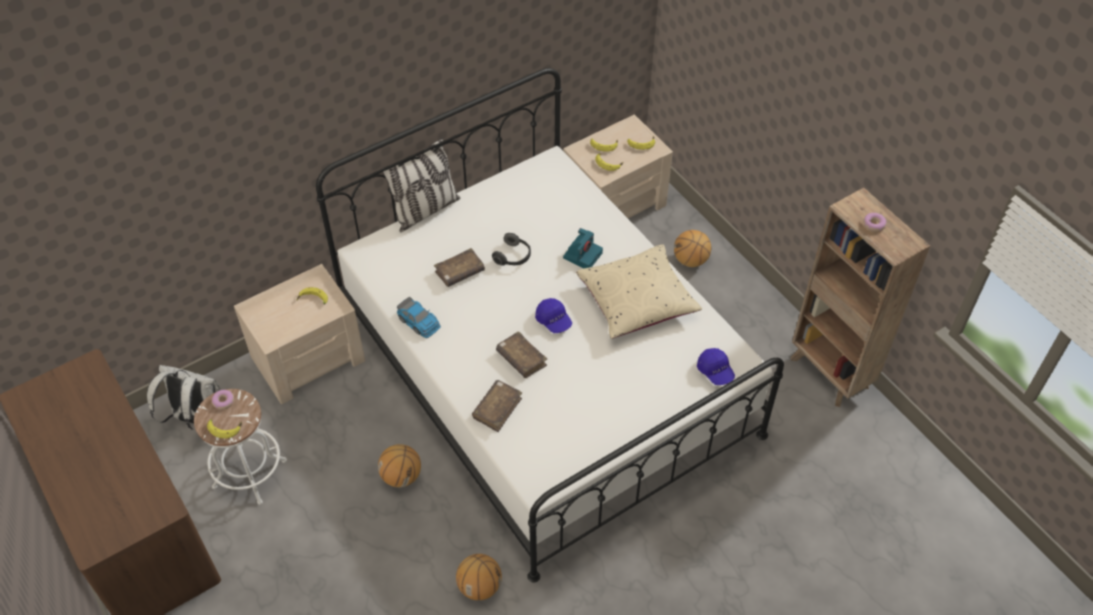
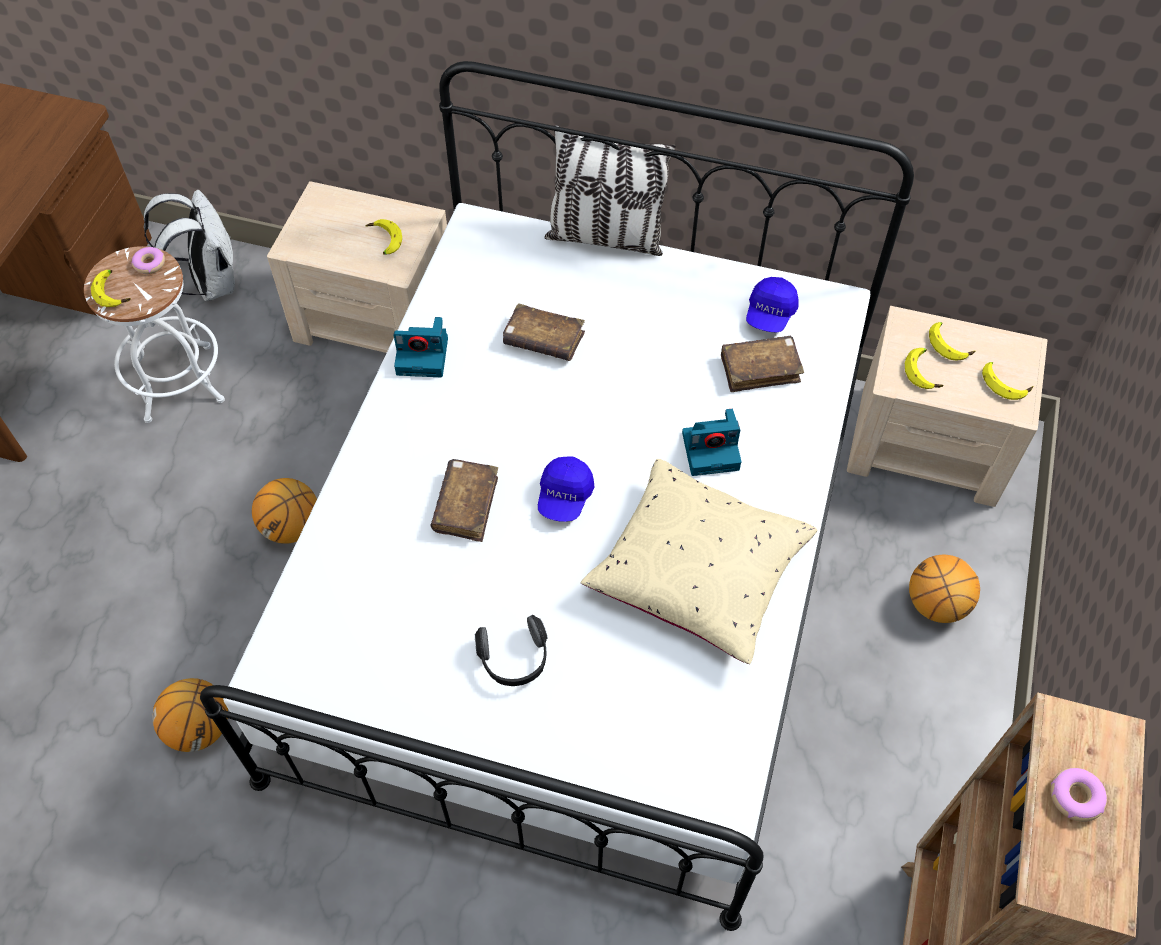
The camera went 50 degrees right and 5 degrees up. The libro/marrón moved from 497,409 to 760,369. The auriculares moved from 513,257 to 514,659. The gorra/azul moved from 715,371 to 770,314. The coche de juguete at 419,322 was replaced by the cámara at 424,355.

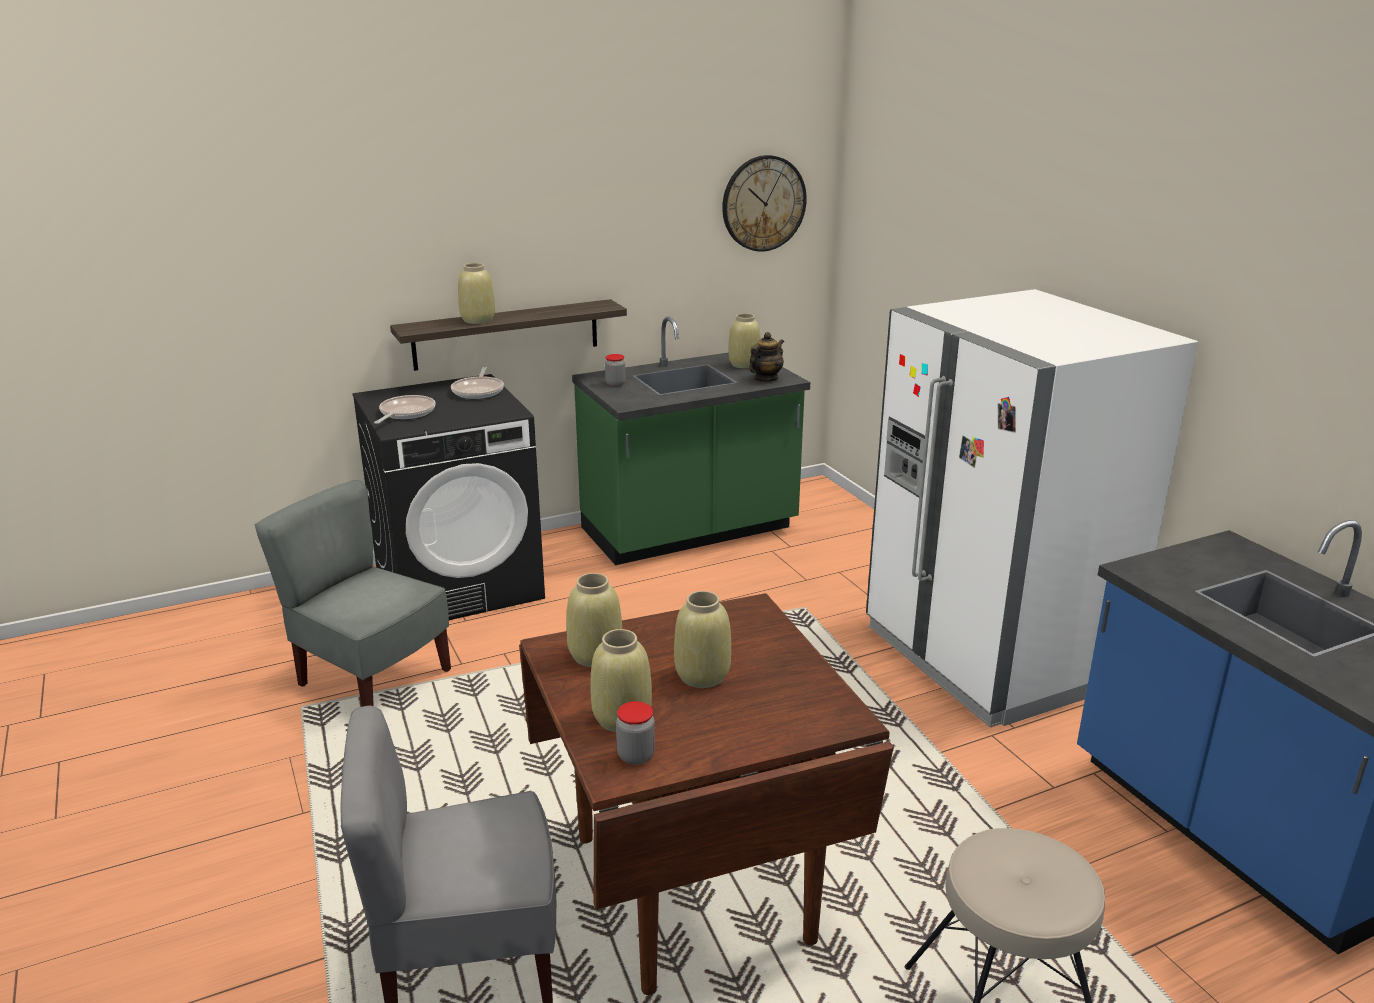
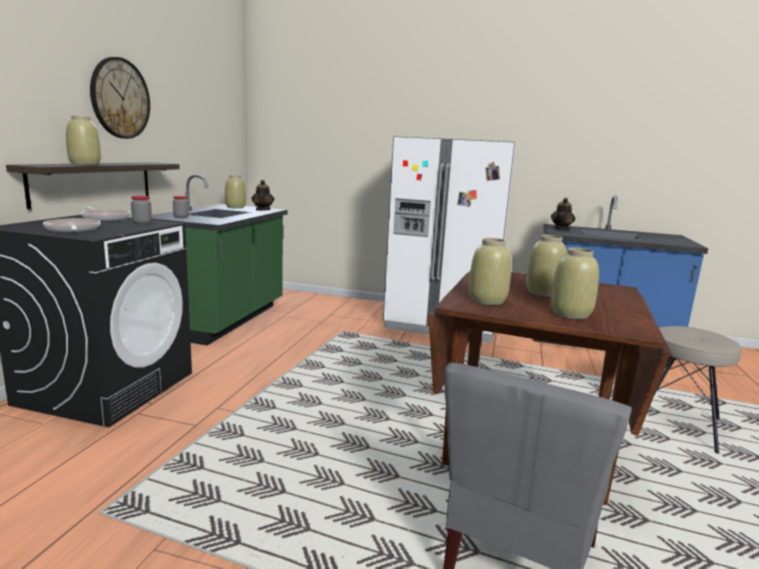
The camera went 50 degrees left and 10 degrees down. The silla/gris at 372,679 disappeared. The tetera at 561,229 appeared. The tarro moved from 636,756 to 142,223. The reloj de pared moved from 763,203 to 120,98.

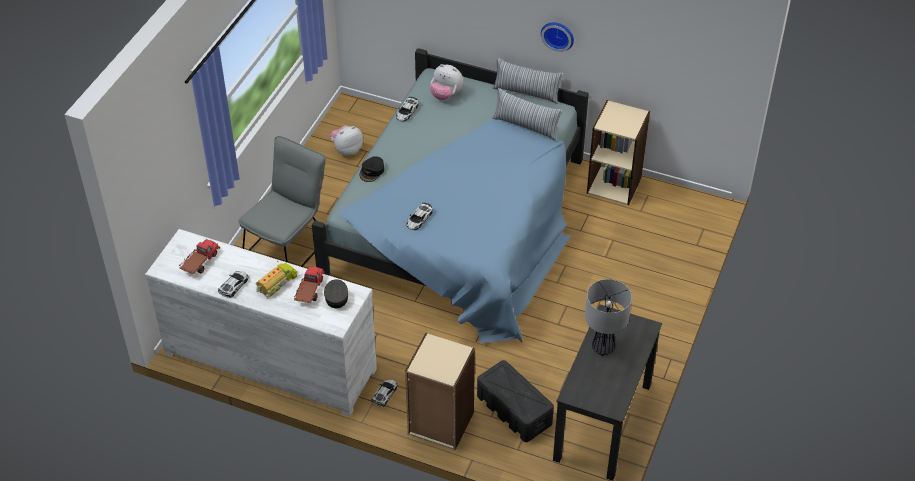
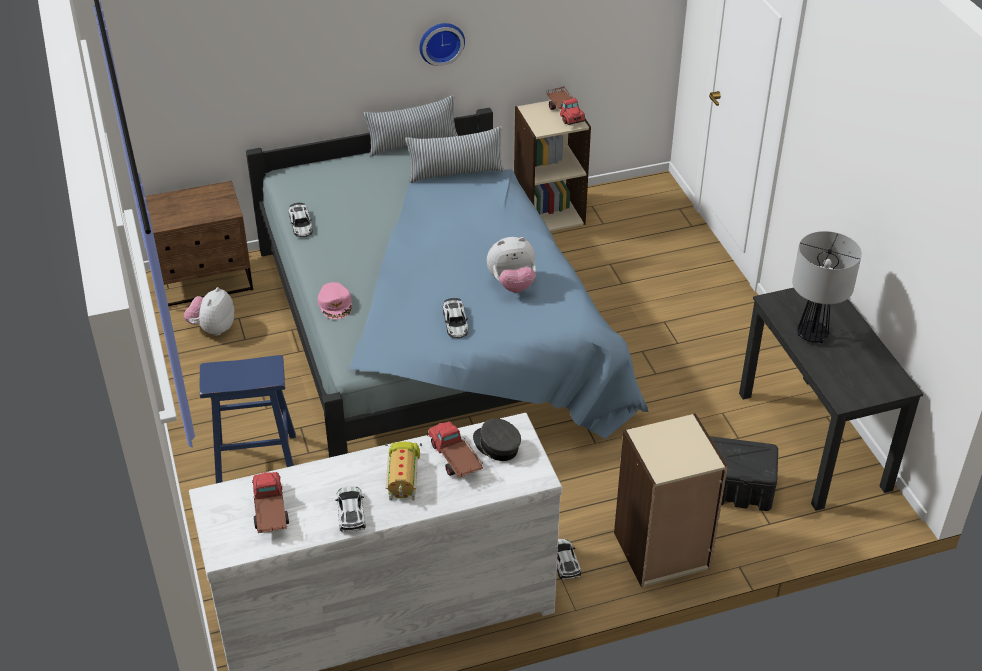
The camera went 40 degrees left and 5 degrees down. The mesita de noche/marrón at 203,282 appeared. The camión de juguete at 565,112 appeared. The peluche moved from 446,95 to 512,284. The silla/gris at 289,244 was replaced by the taburete/azul at 257,467. The gorra/negro at 372,171 became the gorra/rosa at 335,304.

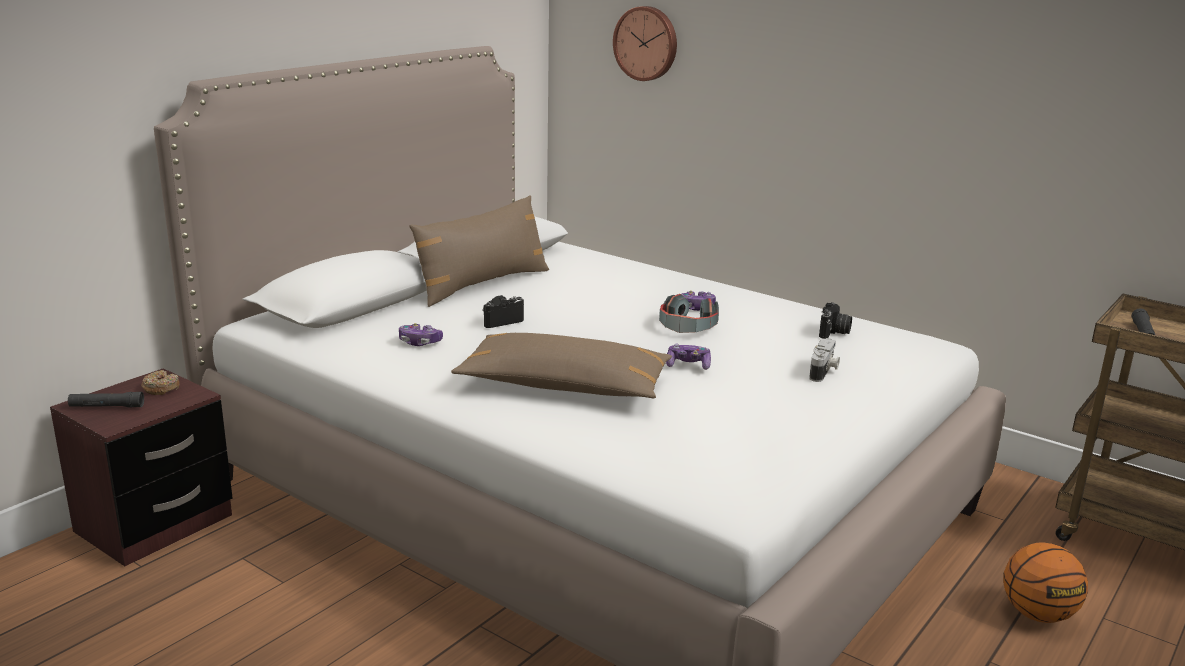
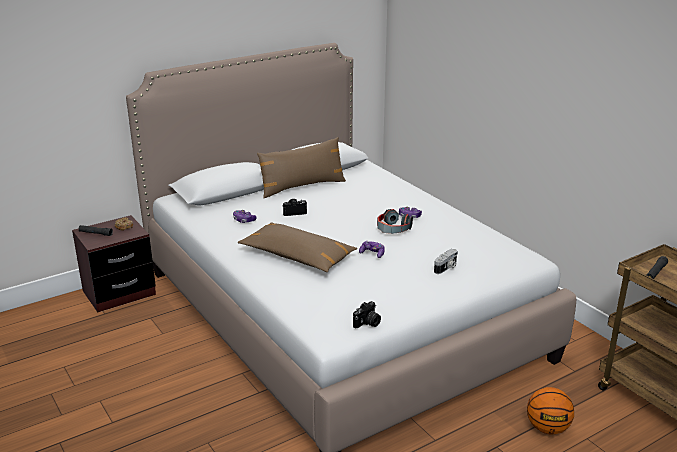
The camera went 20 degrees right and 5 degrees up. The reloj de pared at 646,43 disappeared. The cámara moved from 834,332 to 367,323.

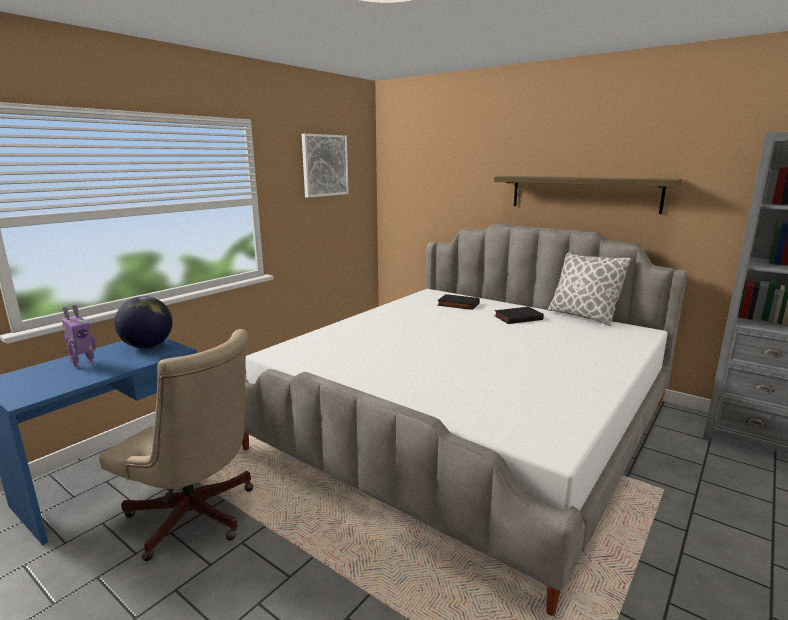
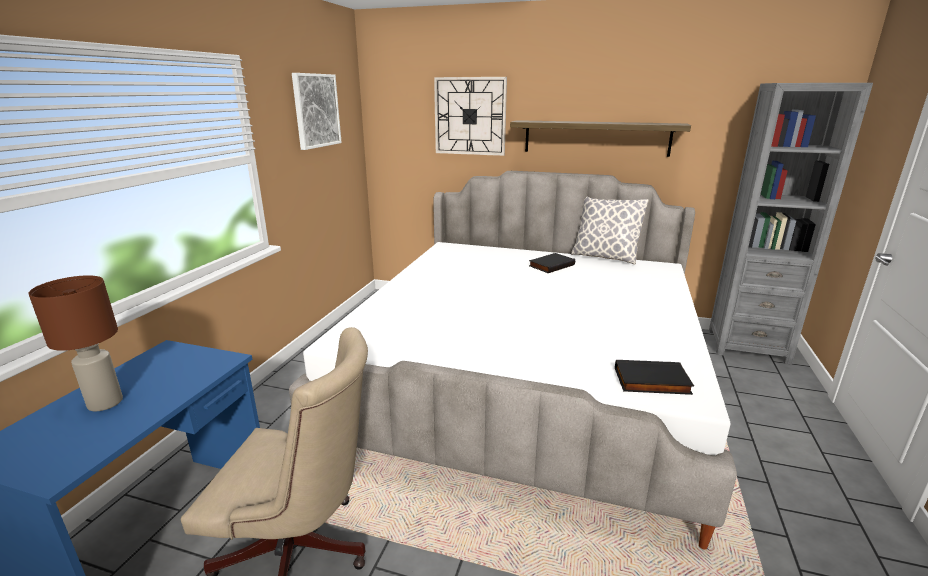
The camera went 20 degrees left and 5 degrees up. The globo terráqueo at 148,346 disappeared. The reloj de pared at 470,116 appeared. The libro/negro moved from 457,305 to 651,382. The robot de juguete at 83,364 was replaced by the lámpara de mesa/marrón at 105,402.

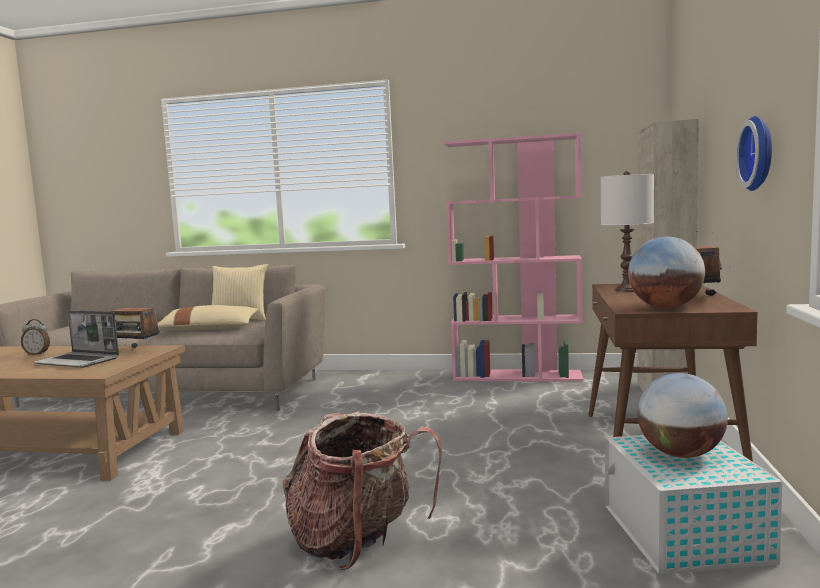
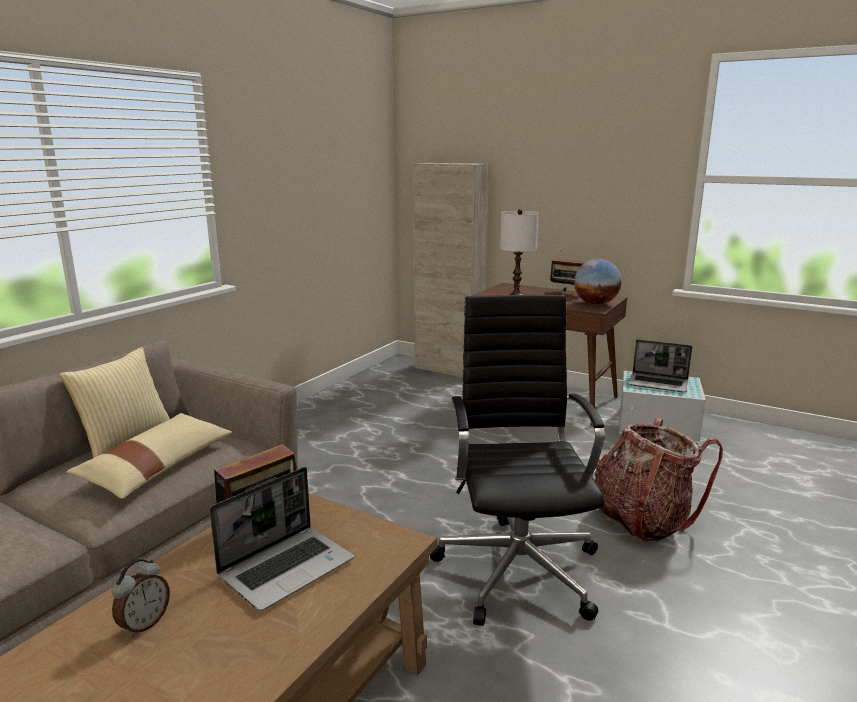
The camera went 70 degrees left and 10 degrees up. The estantería/rosa at 518,376 disappeared. The reloj de pared at 760,153 disappeared. The silla de oficina/negro at 518,567 appeared. The globo terráqueo at 681,454 was replaced by the portátil at 658,384.

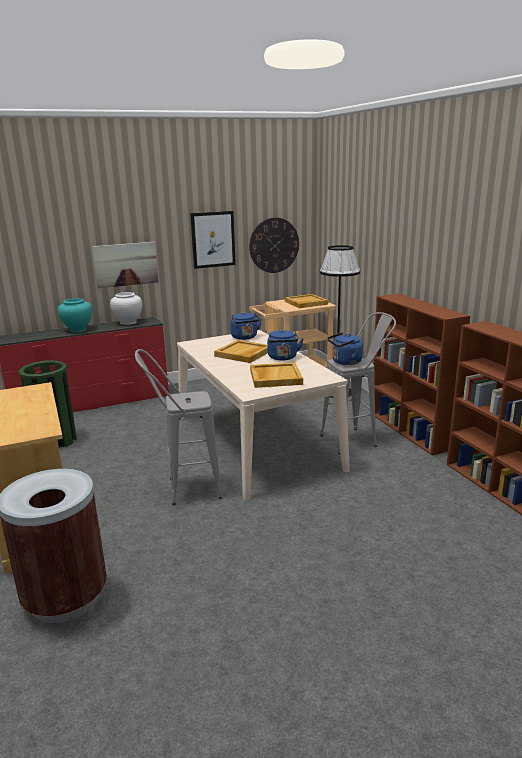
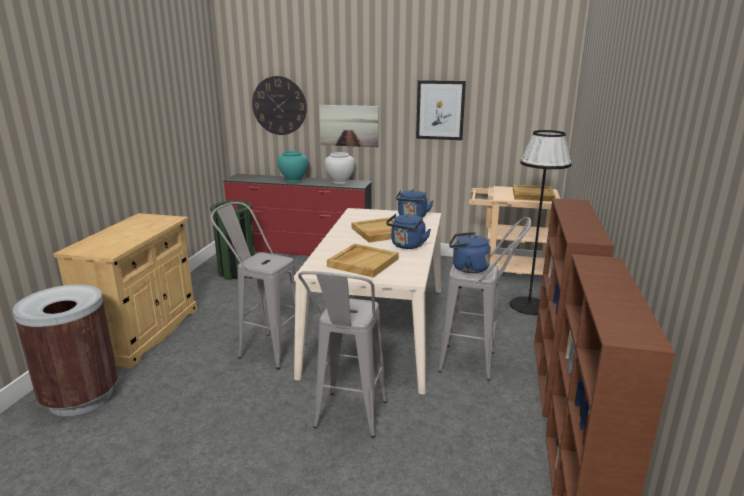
The camera went 35 degrees right and 0 degrees up. The taburete/gris at 348,422 appeared. The reloj de pared moved from 274,245 to 279,105.

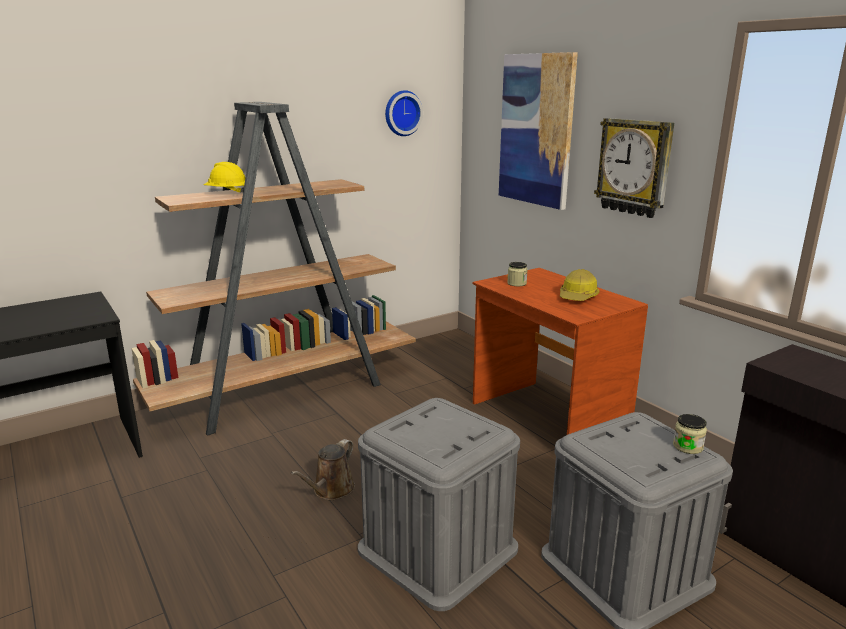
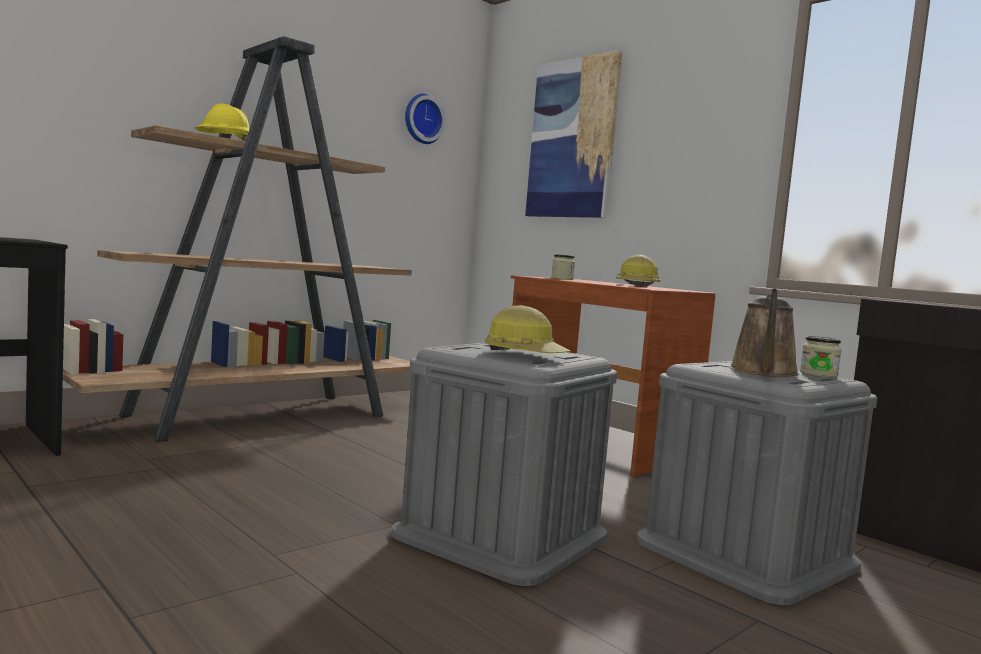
The camera went 10 degrees left and 15 degrees down. The reloj de pared at 634,167 disappeared. The casco at 524,355 appeared. The regadera/marrón moved from 331,490 to 763,372.

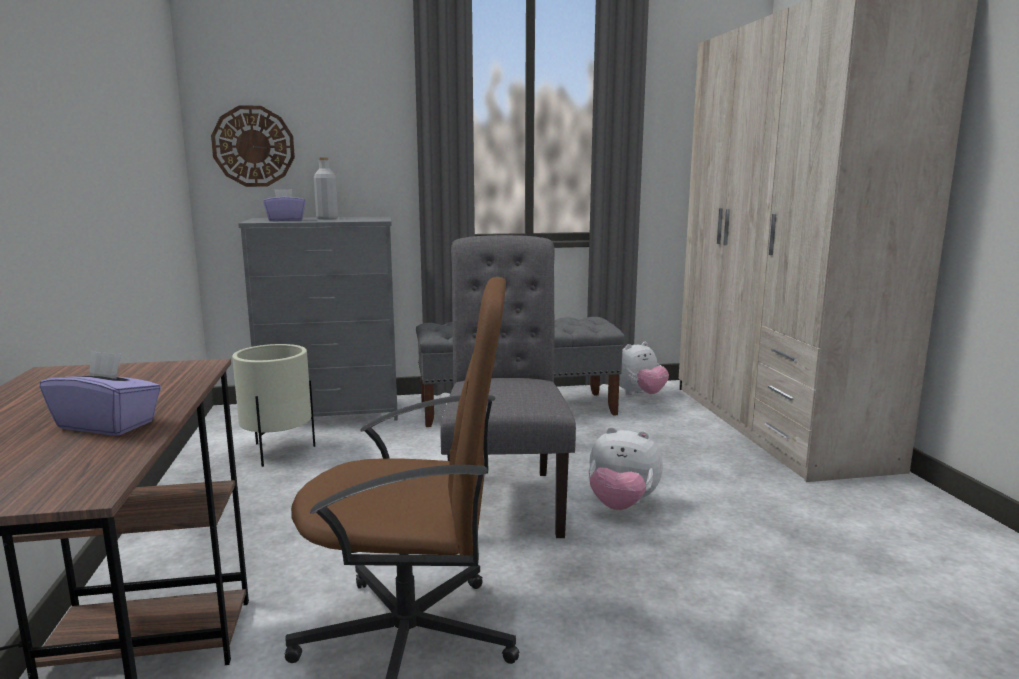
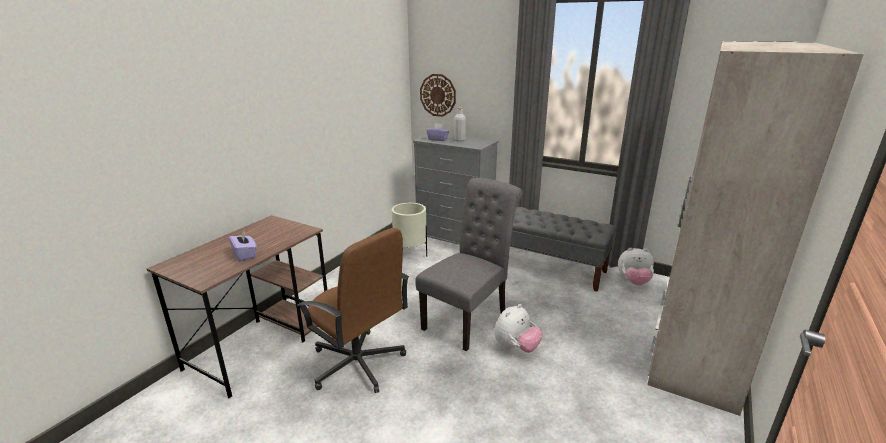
The camera went 40 degrees right and 10 degrees up. The peluche at 621,505 turned 105 degrees counterclockwise.

